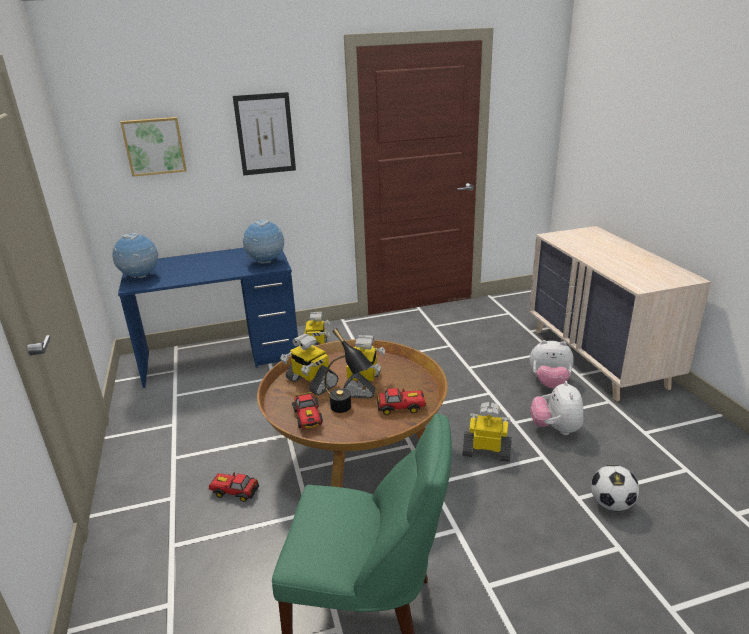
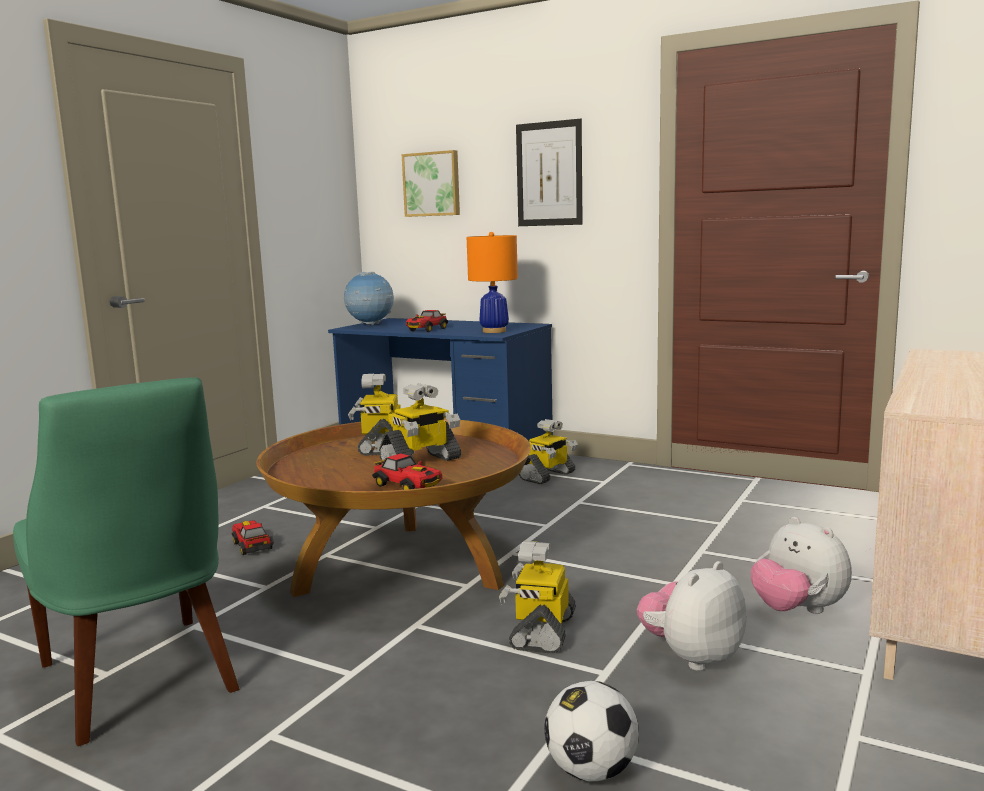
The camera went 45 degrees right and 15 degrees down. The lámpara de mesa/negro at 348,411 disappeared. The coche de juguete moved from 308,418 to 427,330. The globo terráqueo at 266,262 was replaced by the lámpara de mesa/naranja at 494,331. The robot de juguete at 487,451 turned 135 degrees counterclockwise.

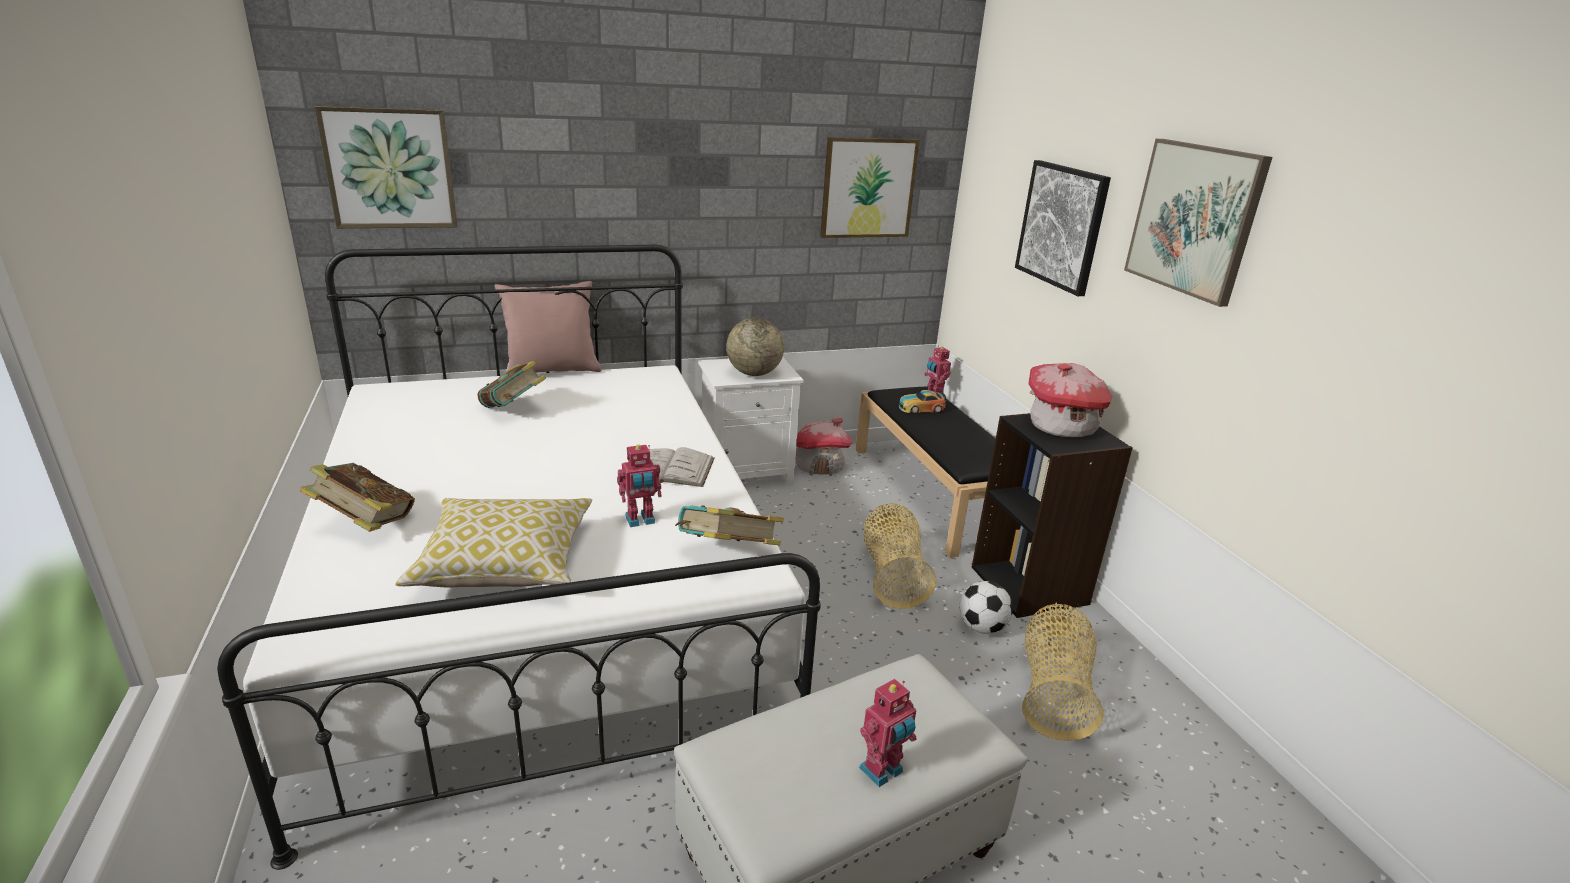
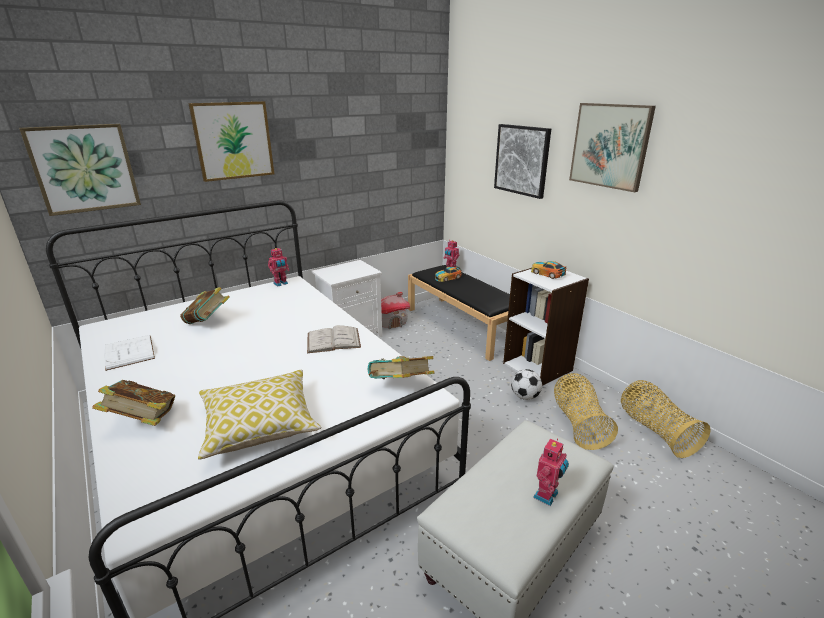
The camera went 15 degrees left and 0 degrees up. The cojín/rosa at 552,371 disappeared. The globo terráqueo at 754,373 disappeared. The libro/blanco at 129,352 appeared. The robot de juguete moved from 640,520 to 281,284. The cuadro moved from 868,188 to 233,141. The cesta moved from 893,575 to 655,431. The casita at 1062,426 was replaced by the coche de juguete at 547,273. The estantería/negro at 1030,585 became the estantería/blanco at 538,367.

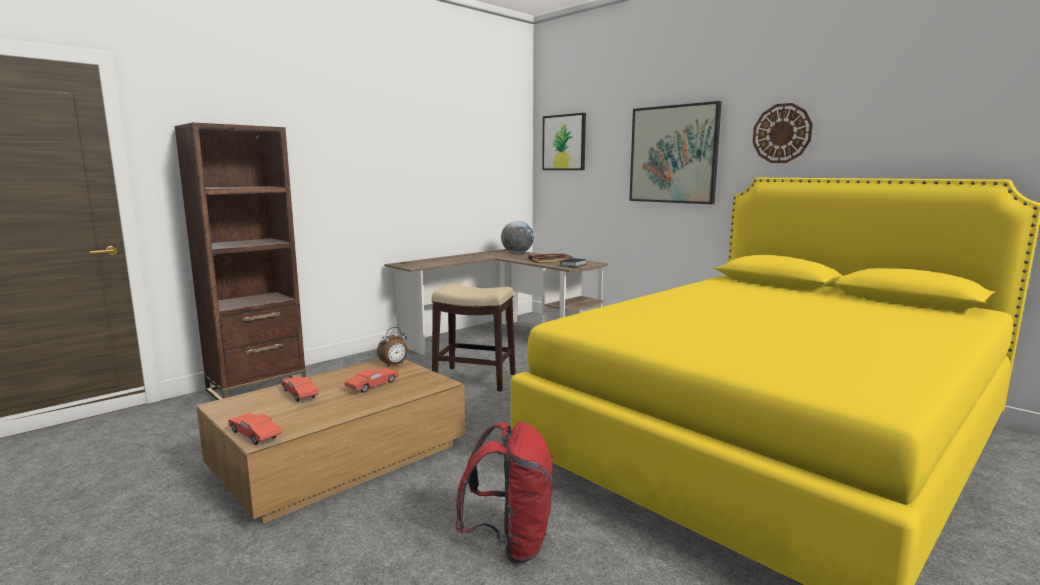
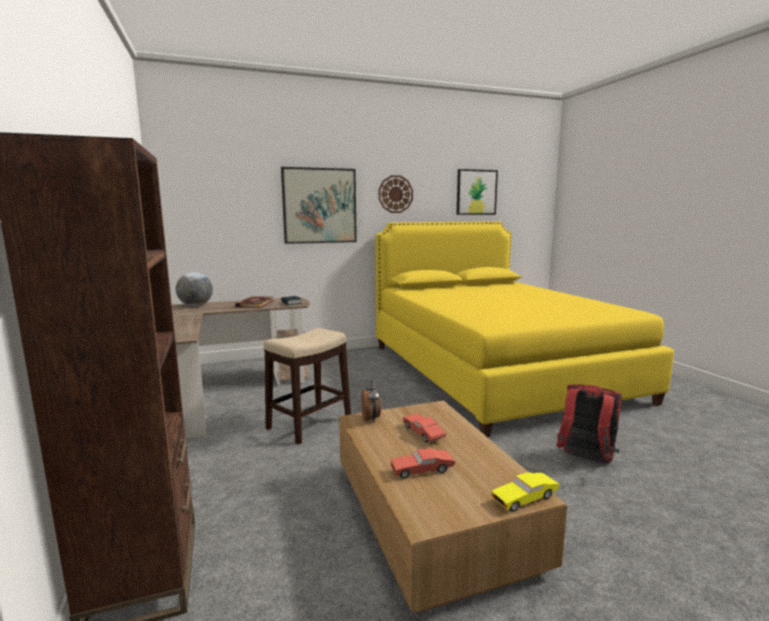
The camera went 65 degrees left and 0 degrees up. The cuadro moved from 564,142 to 476,192. The coche de juguete/rojo at 255,435 became the coche de juguete/amarillo at 525,498.

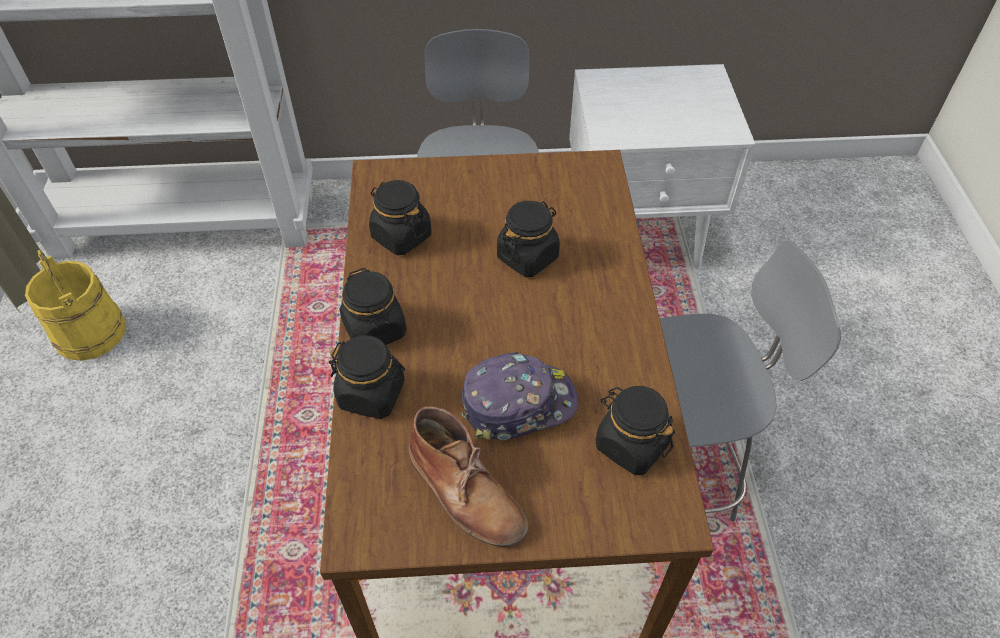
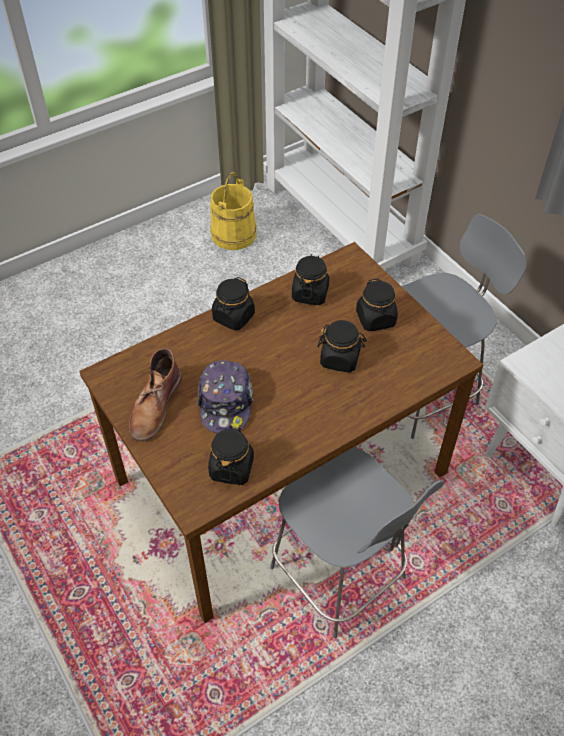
The camera went 60 degrees right and 0 degrees up. The tarro/negro moved from 372,394 to 376,319. The gorra at 518,404 turned 45 degrees clockwise.

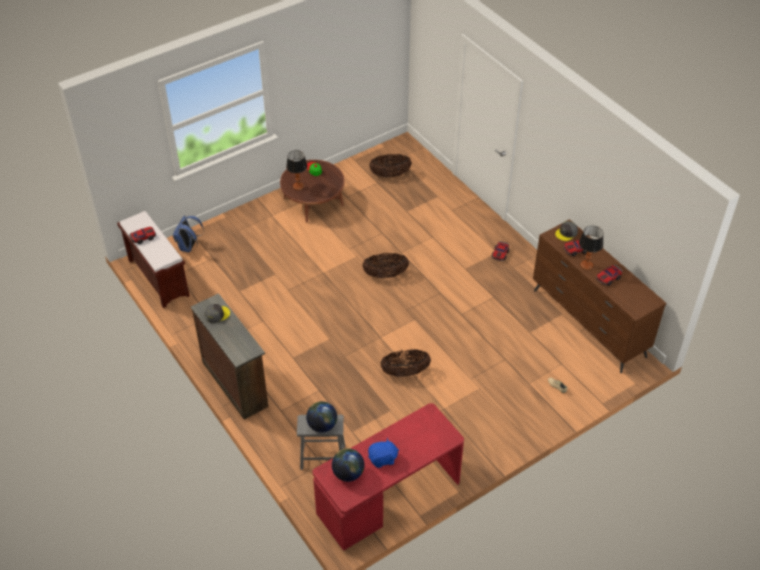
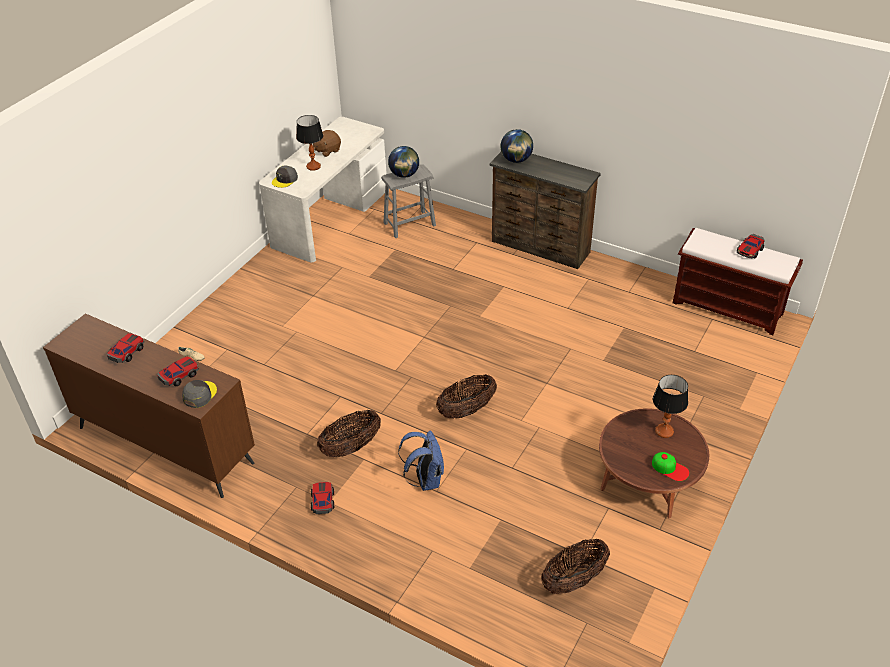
The camera went 155 degrees right and 5 degrees down. The mochila/azul moved from 189,247 to 425,480. The gorra/gris moved from 217,314 to 285,180. The globo terráqueo moved from 348,473 to 516,160. The cesta moved from 405,372 to 351,447. The lámpara de mesa moved from 586,265 to 313,166. The escritorio/rojo at 389,497 became the escritorio/blanco at 330,218. The peluche/azul at 383,459 became the peluche/marrón at 327,150.

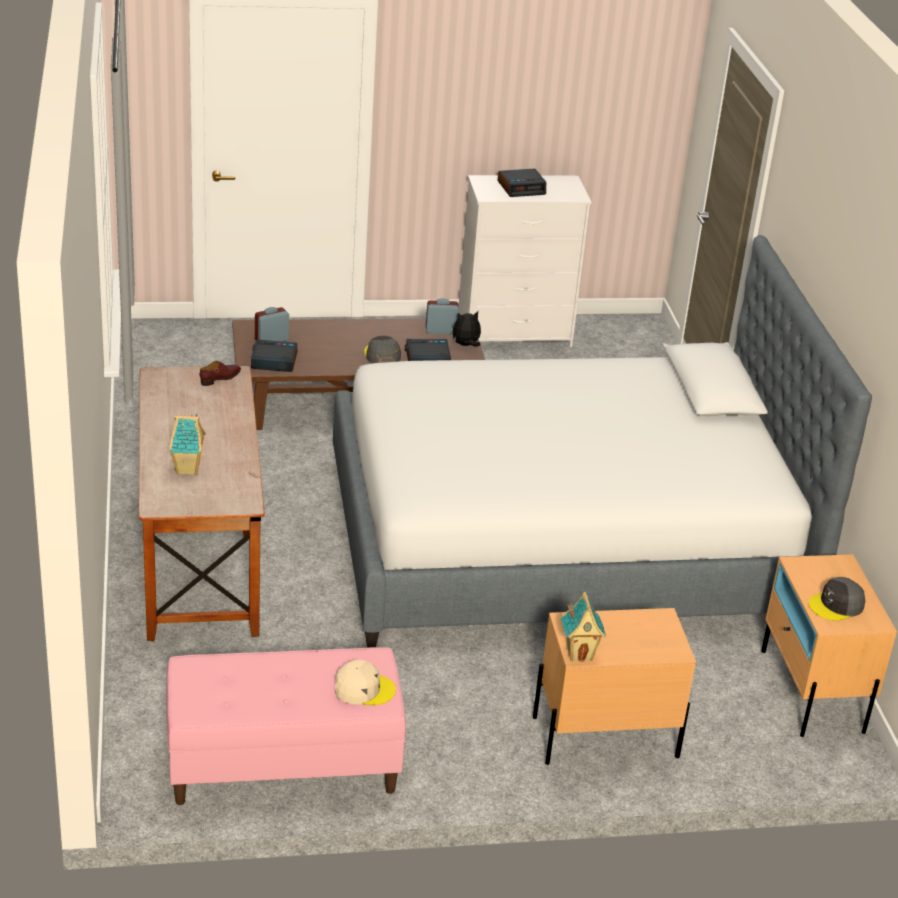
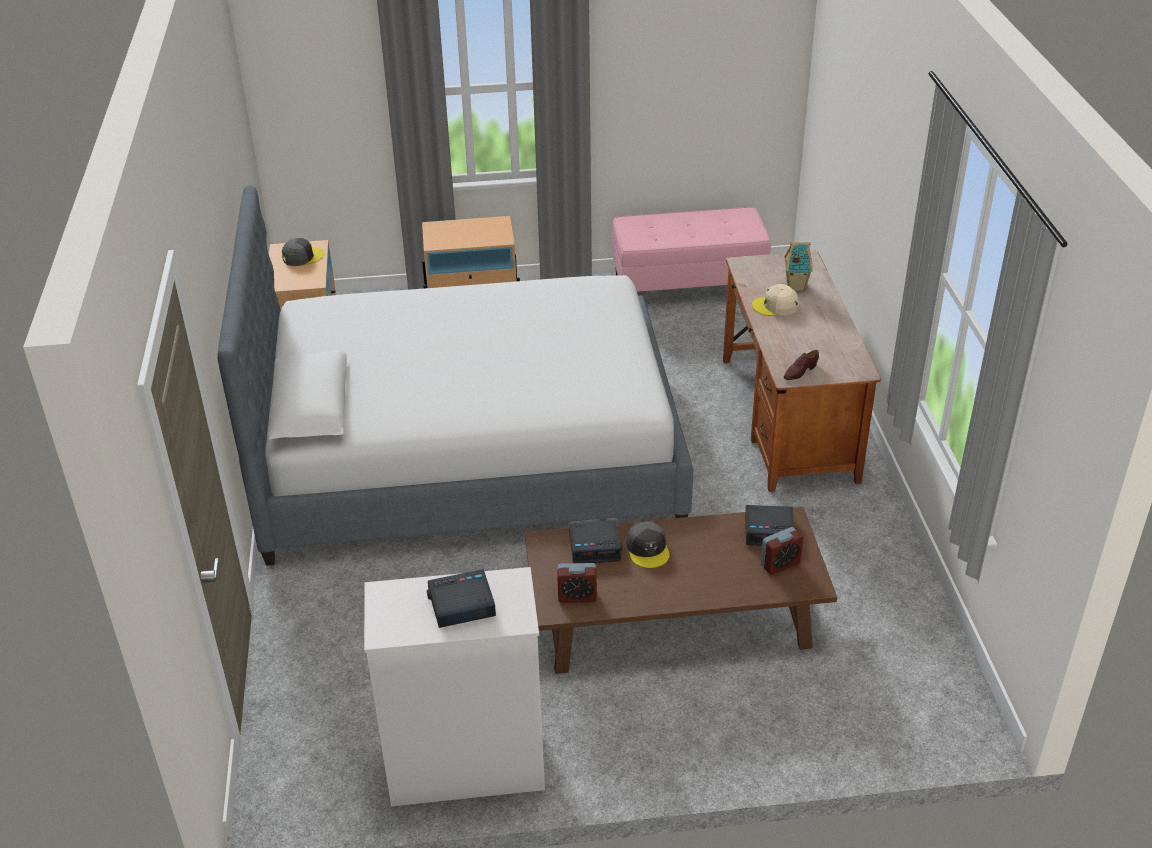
The camera went 175 degrees left and 5 degrees up. The peluche at 466,345 disappeared. The casita at 579,653 disappeared. The gorra/beis moved from 363,689 to 775,306.

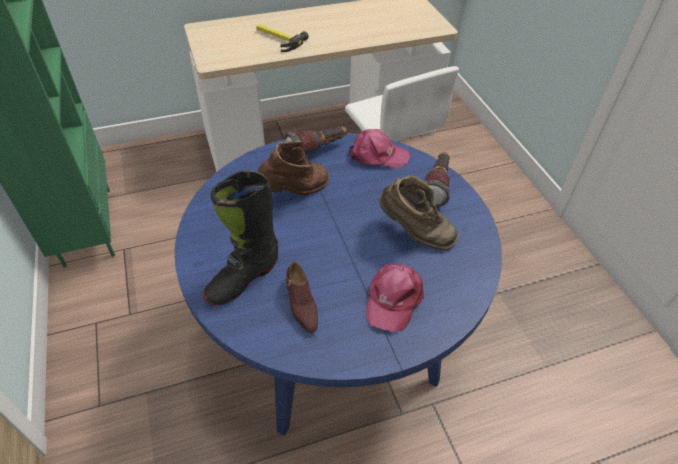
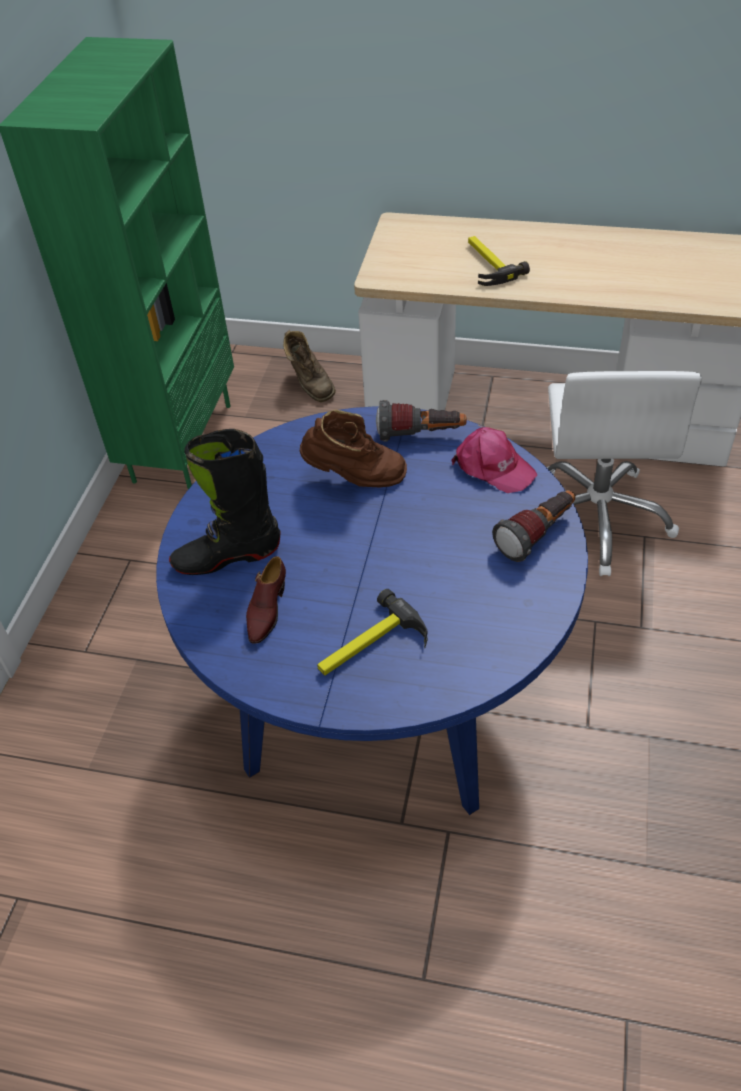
The camera went 35 degrees right and 0 degrees up. The bota/marrón moved from 414,233 to 310,385. The gorra/rosa at 393,299 was replaced by the martillo at 370,647.

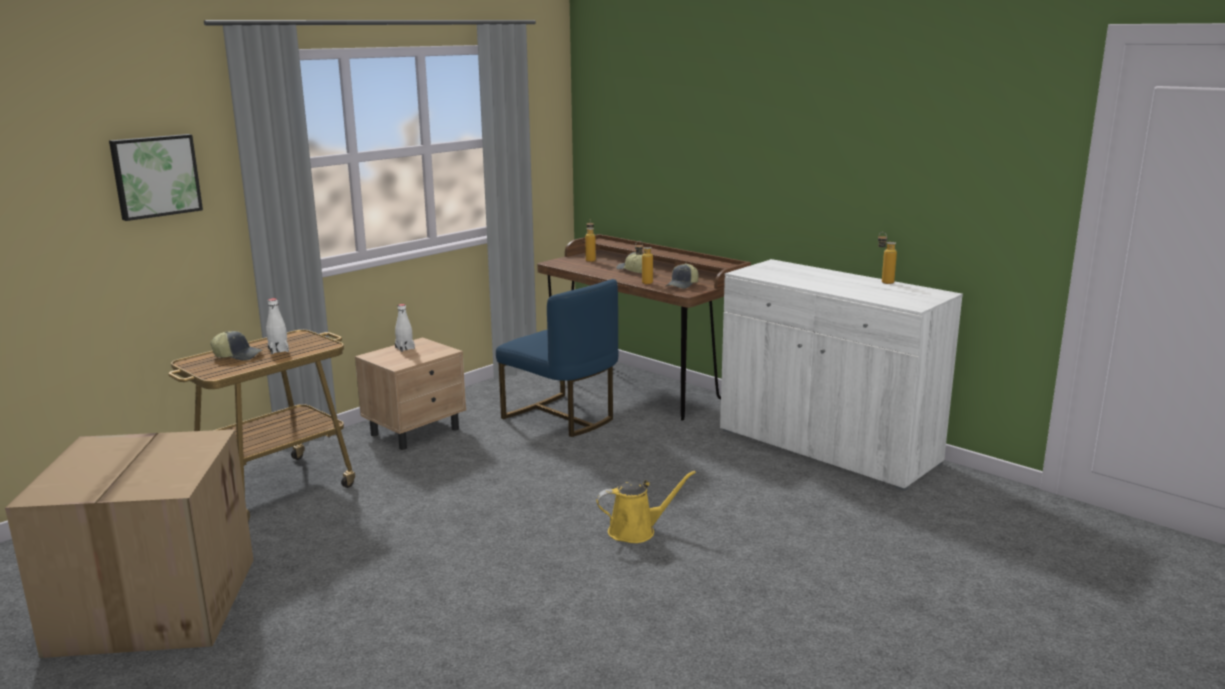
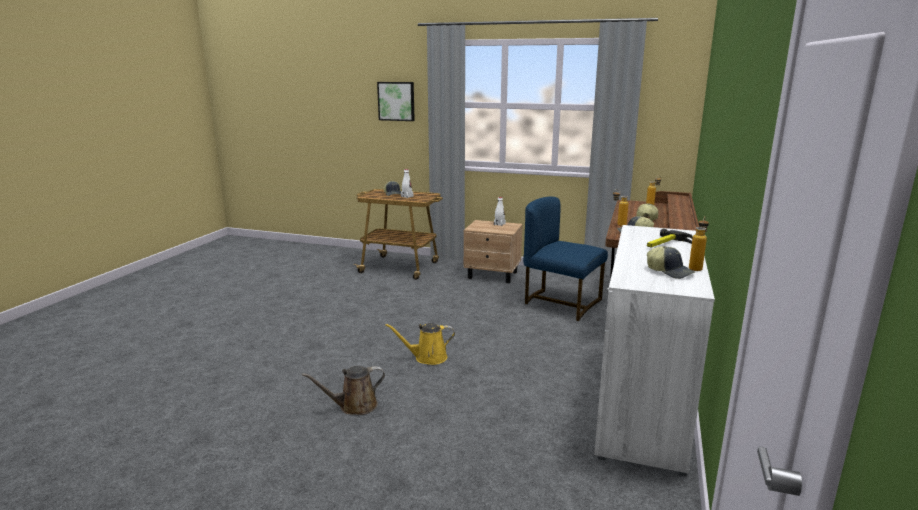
The camera went 65 degrees right and 0 degrees up. The caja de cartón at 153,603 disappeared. The regadera/marrón at 354,406 appeared. The martillo at 665,244 appeared. The gorra at 670,271 appeared. The silla/azul at 562,417 turned 105 degrees clockwise. The regadera/amarillo at 636,531 turned 120 degrees clockwise.

